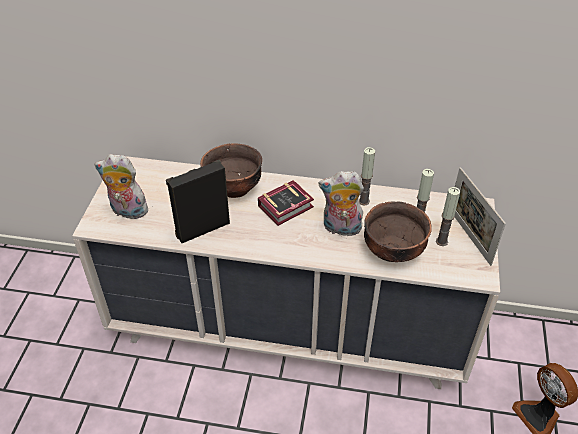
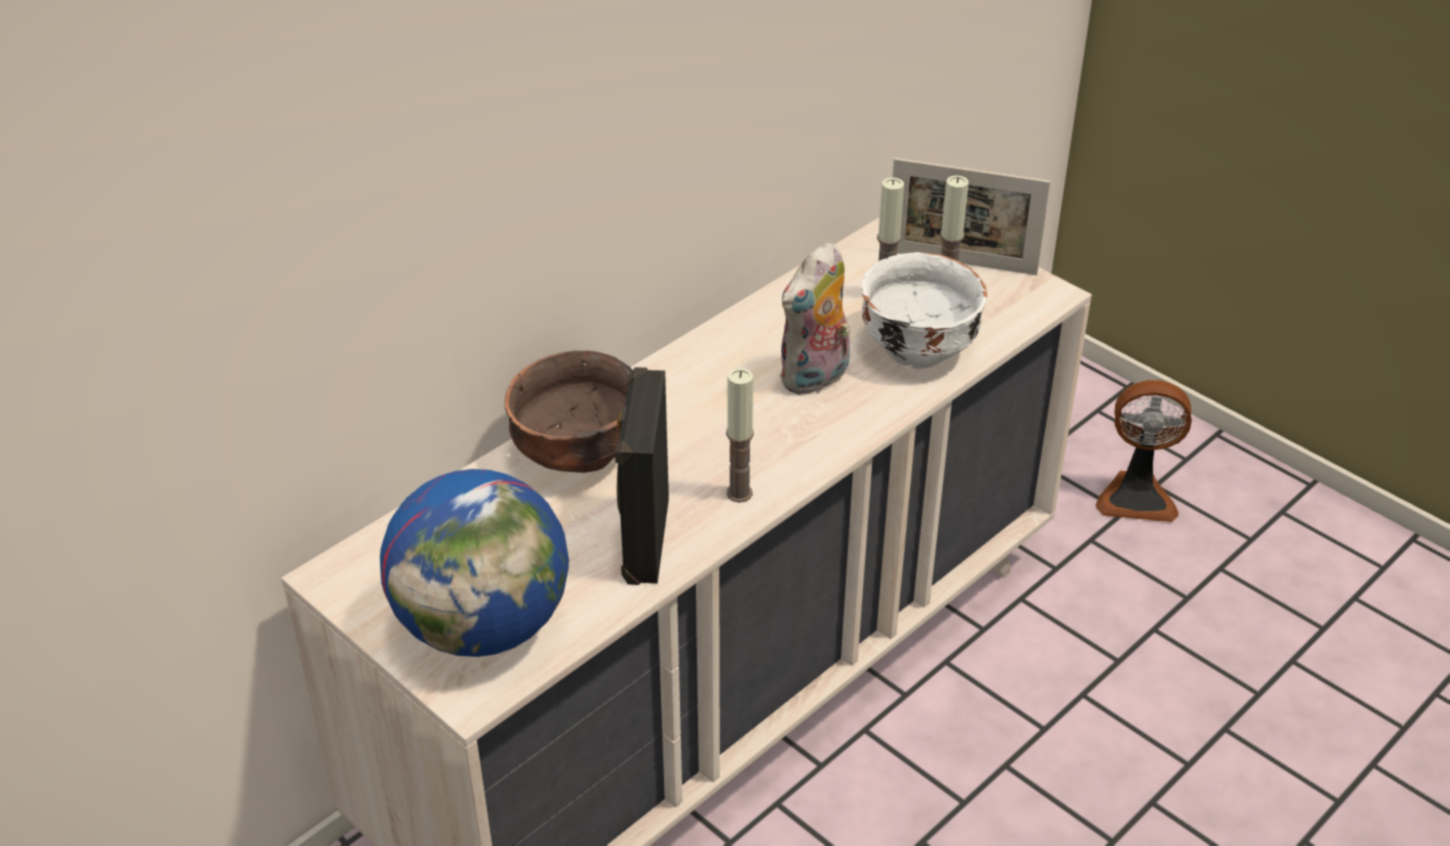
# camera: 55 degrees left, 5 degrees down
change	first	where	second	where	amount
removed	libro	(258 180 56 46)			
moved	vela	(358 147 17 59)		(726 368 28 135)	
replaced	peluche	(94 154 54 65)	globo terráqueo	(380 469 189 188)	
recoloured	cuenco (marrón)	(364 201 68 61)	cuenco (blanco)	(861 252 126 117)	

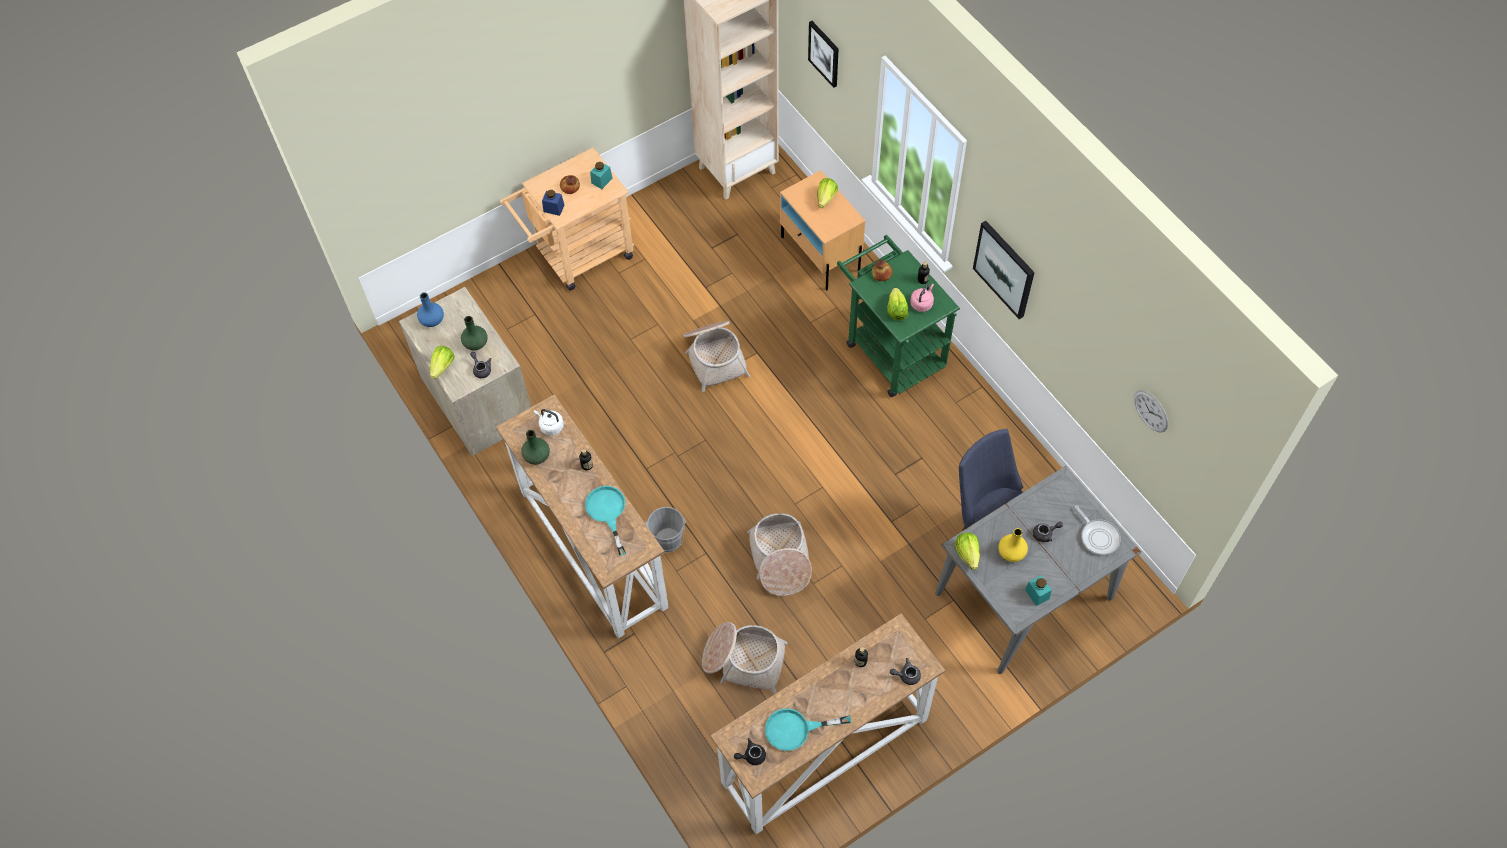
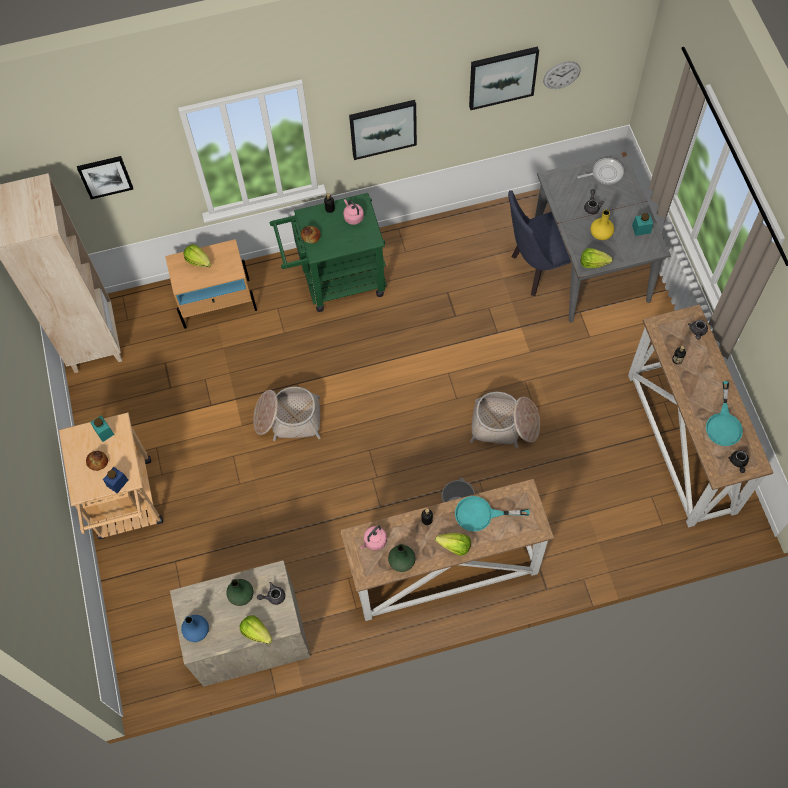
# camera: 70 degrees left, 5 degrees up
change	first	where	second	where	amount
removed	cesta	(702 622 86 72)			
added			cuadro	(469 46 70 64)	
moved	lechuga	(887 288 21 32)		(435 533 36 23)	
recoloured	hervidor (blanco)	(534 409 30 27)	hervidor (rosa)	(360 526 27 24)	

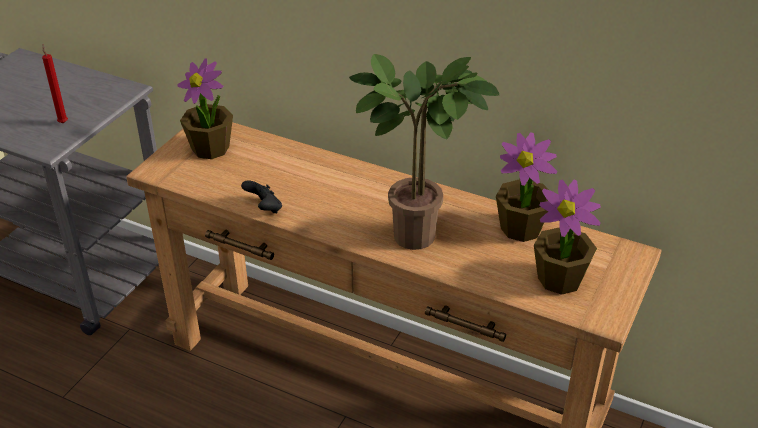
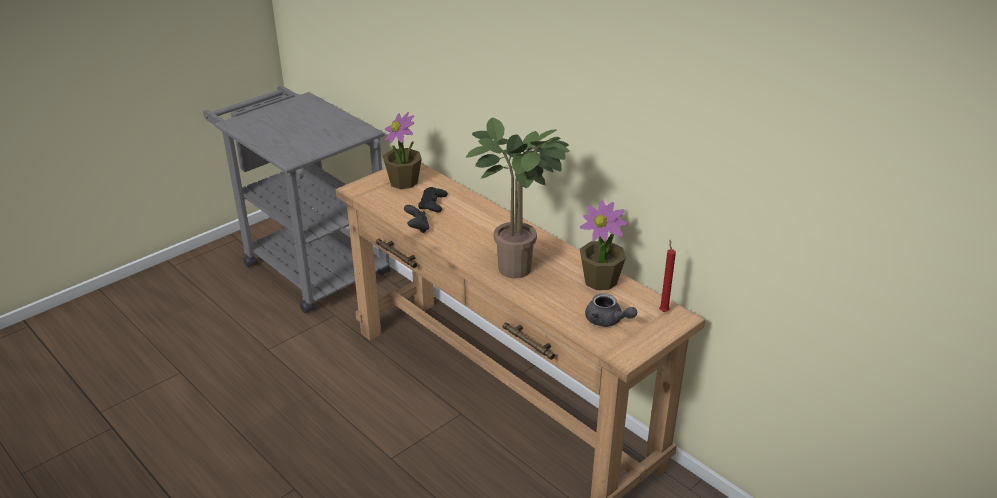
# camera: 20 degrees right, 5 degrees down
change	first	where	second	where	amount
added			mando de consola (negro)	(418 187 30 25)	
moved	vela (rojo)	(42 45 26 78)		(659 240 17 72)	
replaced	planta en maceta	(534 180 67 115)	tetera (gris)	(585 293 52 34)	

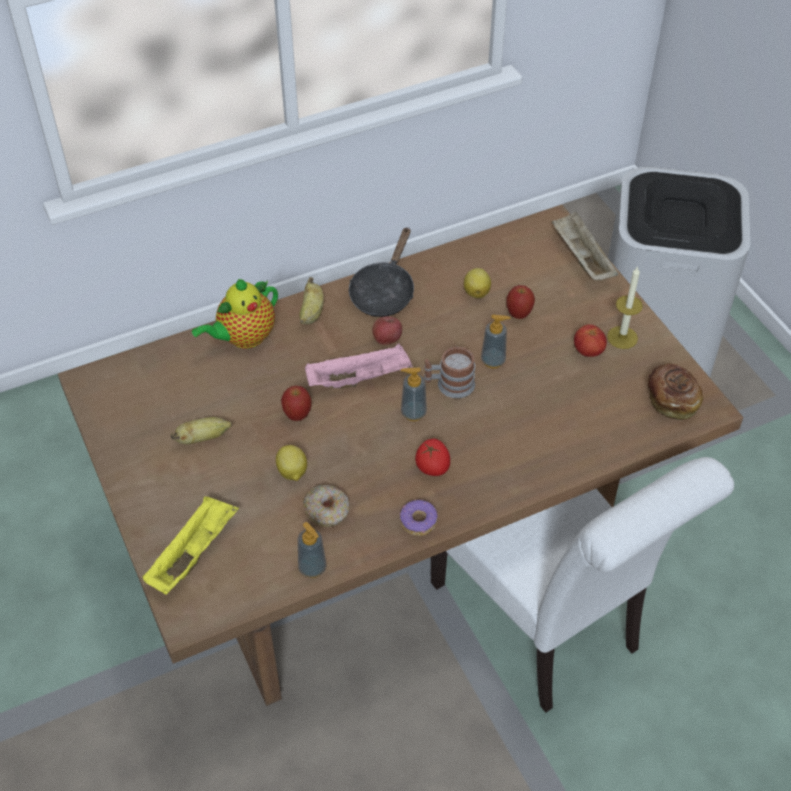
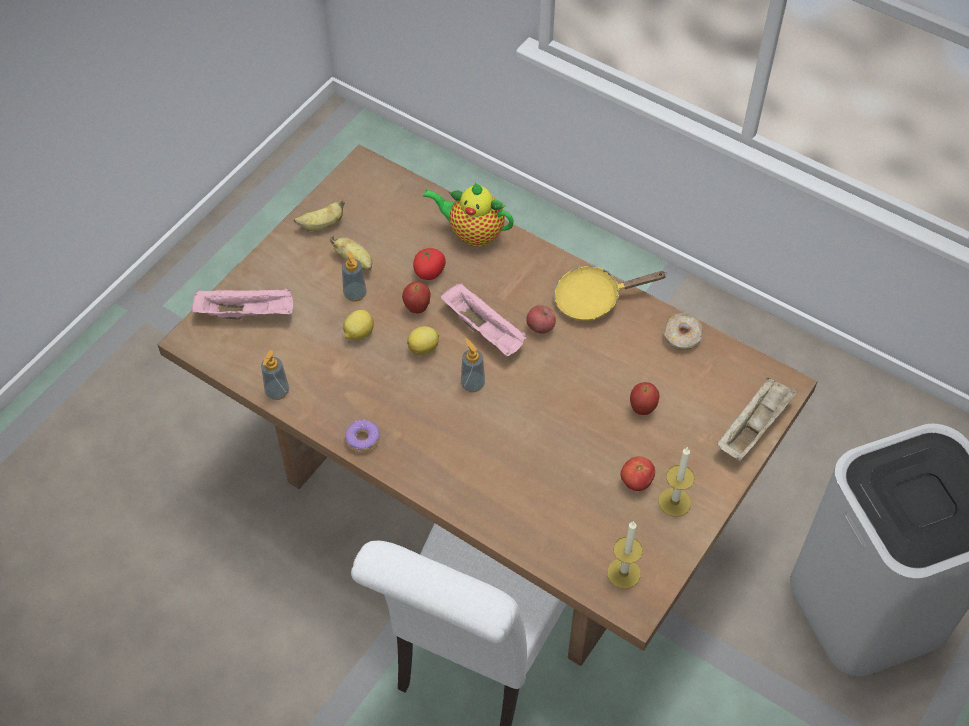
# camera: 60 degrees right, 5 degrees up
change	first	where	second	where	amount
removed	taza grande	(424 347 51 51)			
moved	plátano	(299 277 25 47)		(294 200 51 31)	
moved	rosquilla	(303 485 47 42)		(664 313 39 37)	
moved	tomate	(415 439 35 37)		(413 248 33 32)	
moved	limón	(464 268 27 30)		(407 326 32 29)	
moved	dispensador de jabón	(481 314 30 54)		(342 251 25 51)	
replaced	pan	(648 364 55 56)	vela	(607 521 36 68)	
recoloured	bandeja (amarillo)	(143 496 96 99)	bandeja (rosa)	(191 287 102 32)	
recoloured	sartén (negro)	(349 227 65 90)	sartén (amarillo)	(554 266 112 55)	

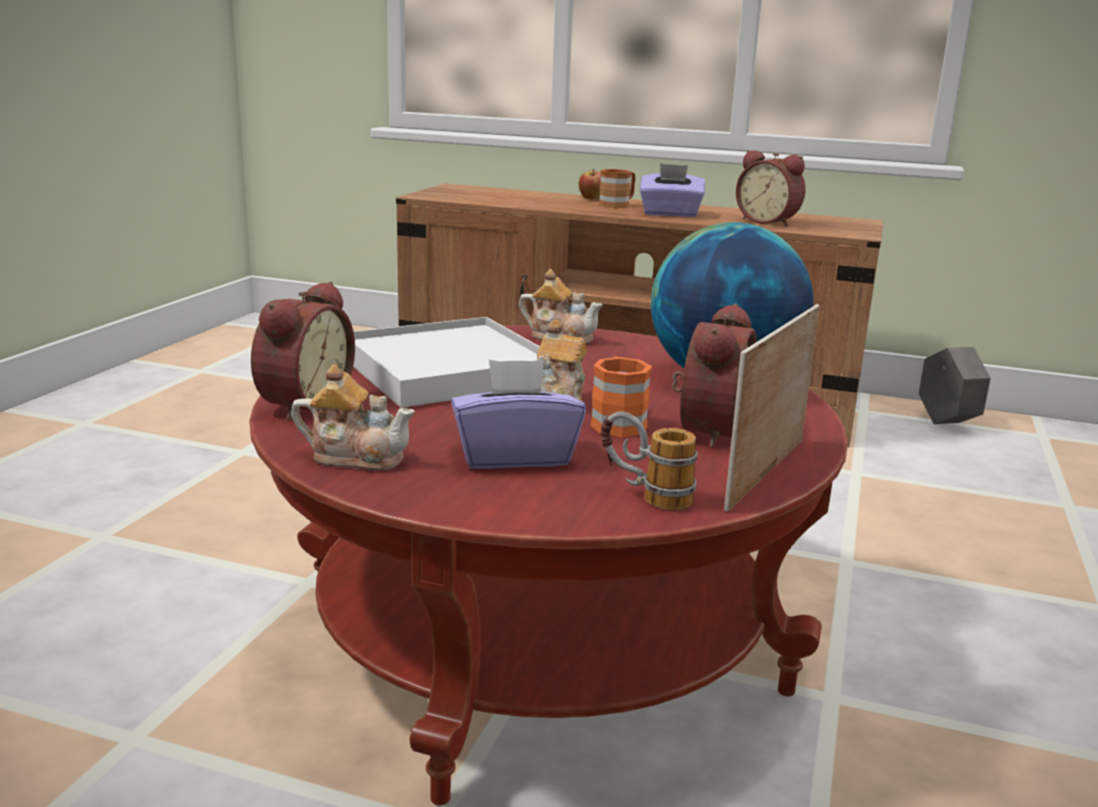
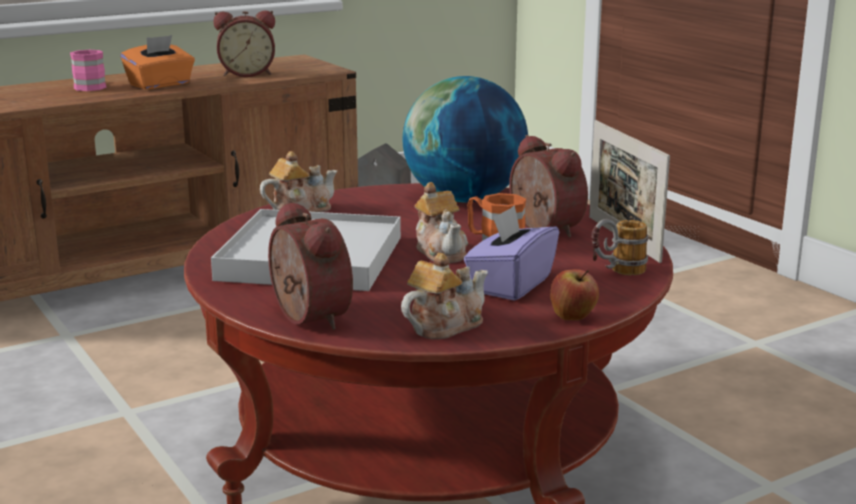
# camera: 50 degrees left, 0 degrees up
change	first	where	second	where	amount
moved	manzana	(579 169 22 31)		(550 269 49 51)	
recoloured	taza grande (marrón)	(599 169 37 39)	taza grande (rosa)	(70 50 37 41)	
recoloured	caja de pañuelos (morado)	(640 163 65 54)	caja de pañuelos (naranja)	(121 35 74 55)	

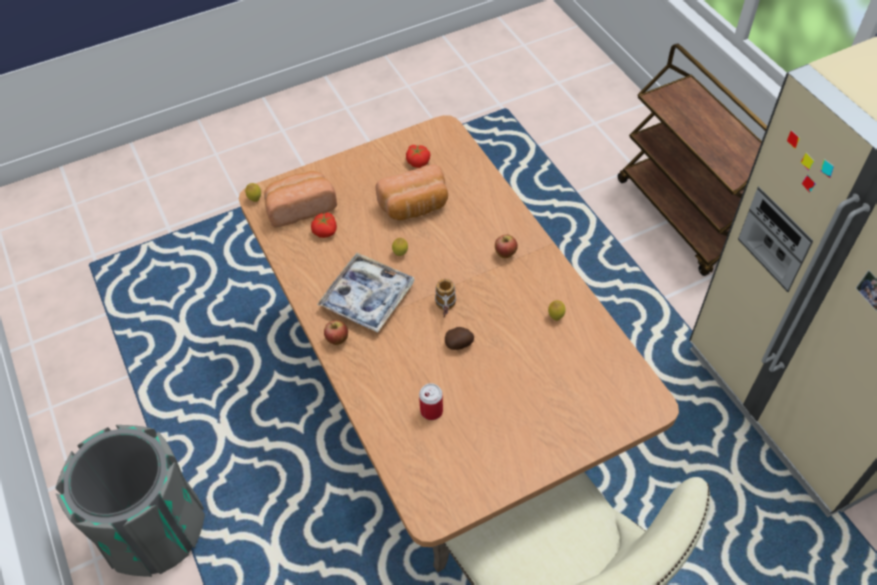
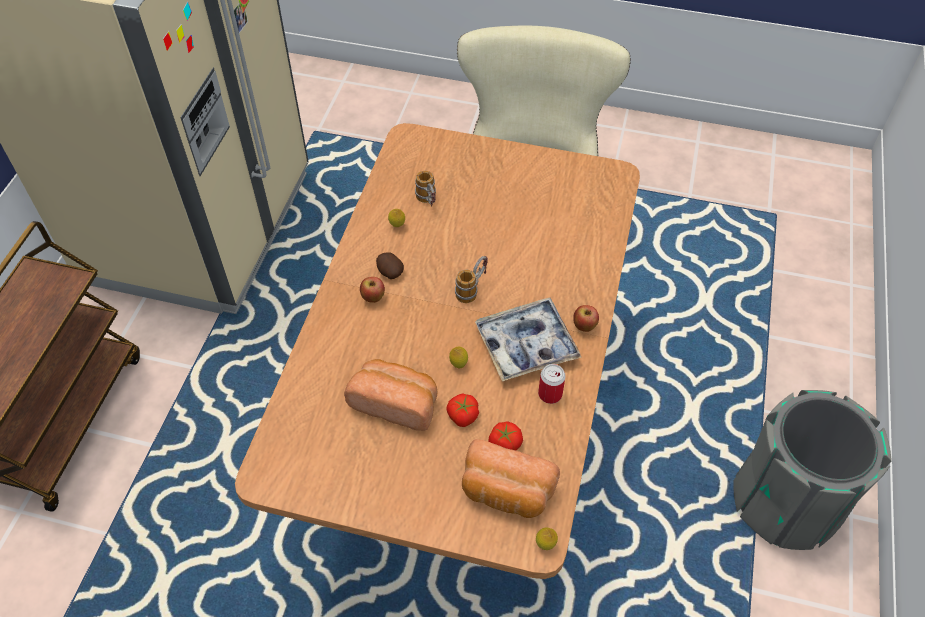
# camera: 140 degrees left, 0 degrees up
change	first	where	second	where	amount
added			taza grande	(415 171 21 36)	
moved	tomate	(406 145 24 23)		(447 393 32 34)	
moved	lata	(419 383 24 37)		(538 364 28 40)	
moved	patata	(445 327 29 23)		(376 252 28 27)	

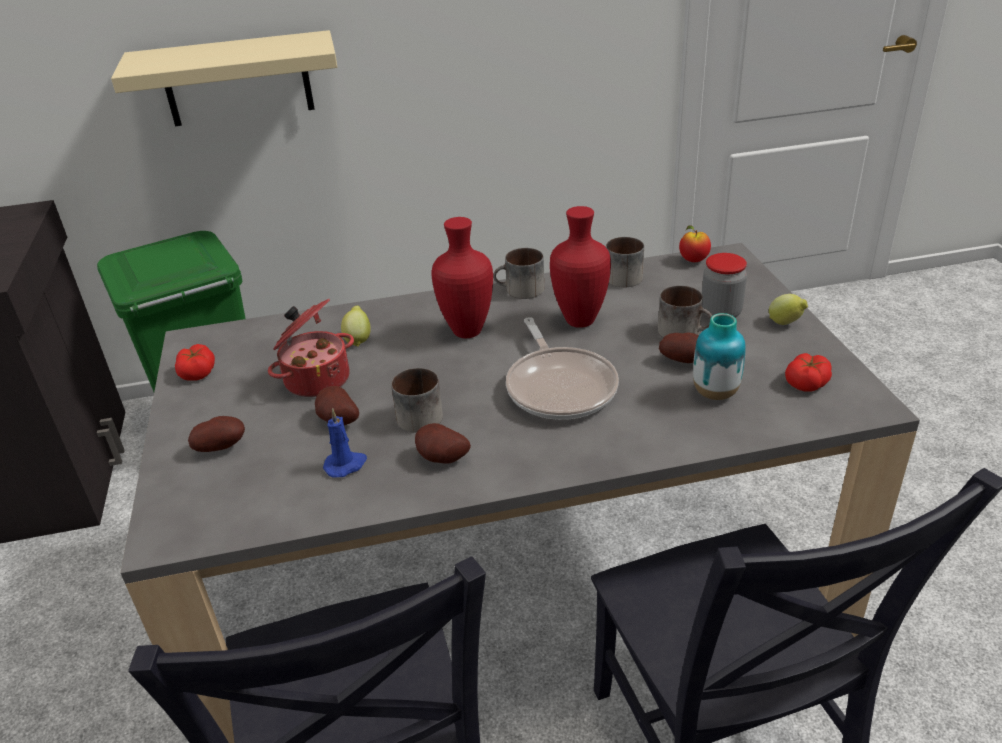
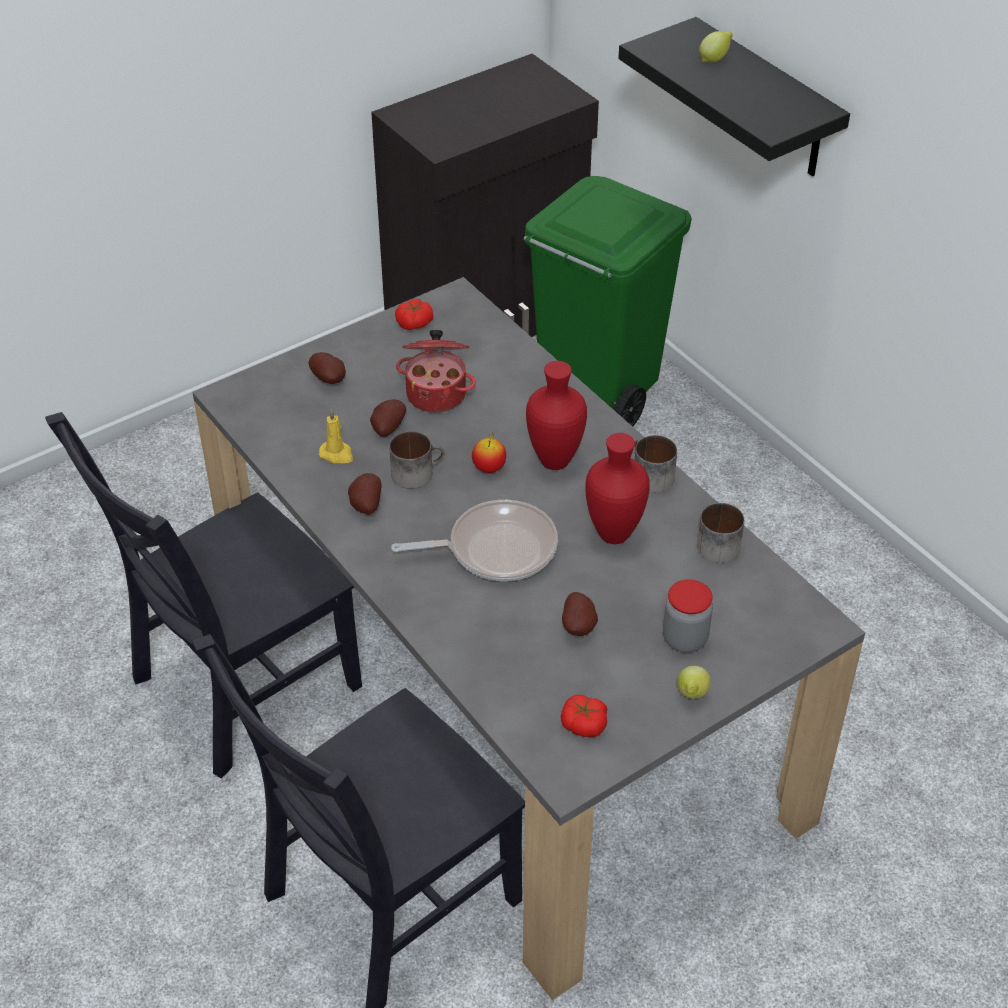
# camera: 65 degrees right, 10 degrees up
change	first	where	second	where	amount
removed	taza grande	(658 286 55 52)			
removed	florero	(693 313 53 87)			
moved	limón	(341 306 30 41)		(699 31 34 32)	
moved	manzana	(679 225 32 37)		(472 434 34 39)	
recoloured	estante (beis)	(111 30 226 96)	estante (negro)	(618 17 232 160)	
recoloured	vela (azul)	(323 408 44 70)	vela (amarillo)	(319 409 34 54)	
turned	sartén	(506 317 113 103)		(391 500 167 81)	150 degrees counterclockwise

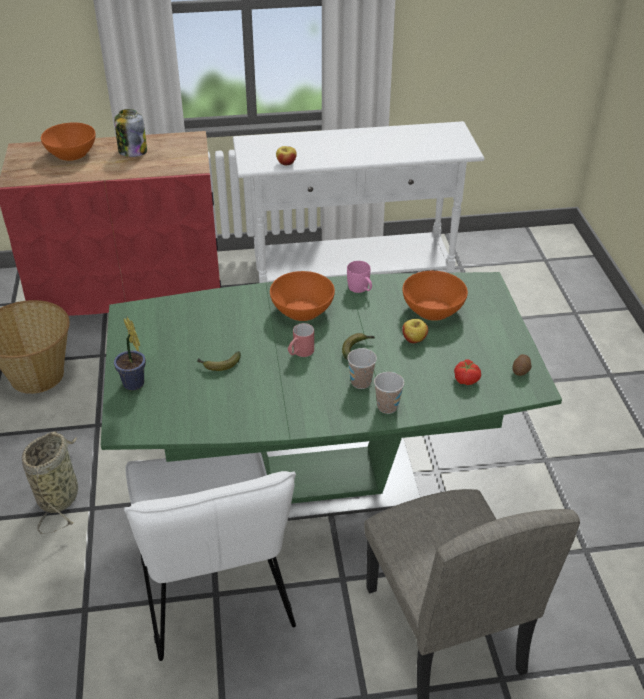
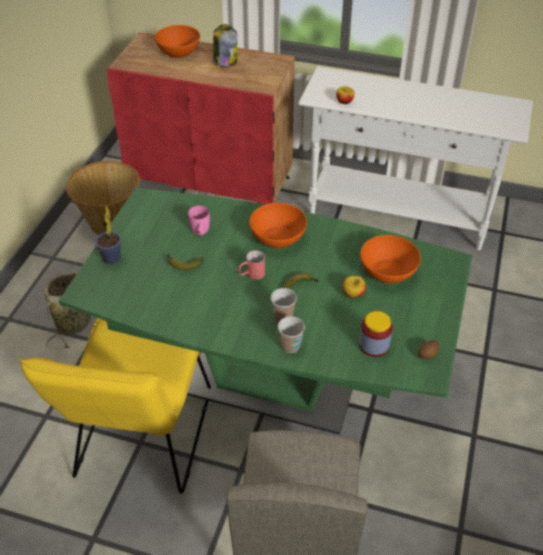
# camera: 25 degrees right, 5 degrees up
change	first	where	second	where	amount
moved	taza grande (rosa)	(347 261 25 32)		(188 206 22 29)	
replaced	tomate	(454 359 27 26)	tarro	(359 311 34 46)	
recoloured	silla (blanco)	(124 452 172 209)	silla (amarillo)	(20 318 191 176)	

